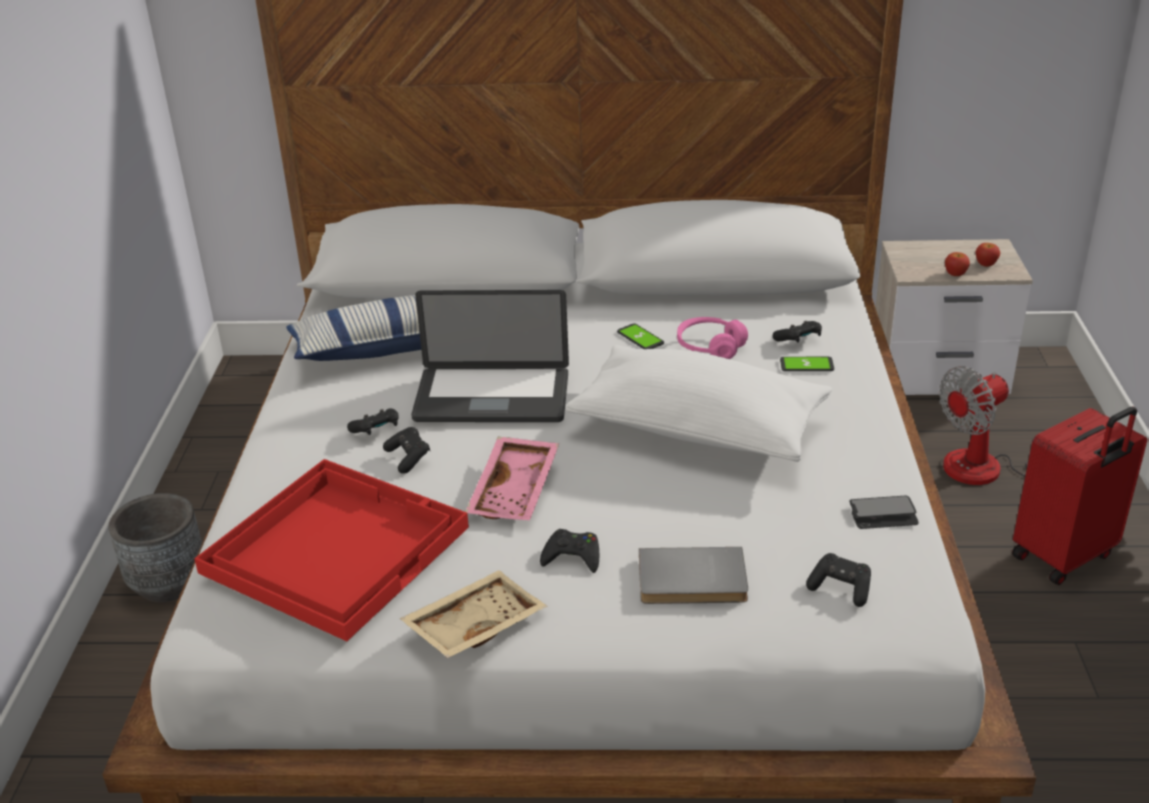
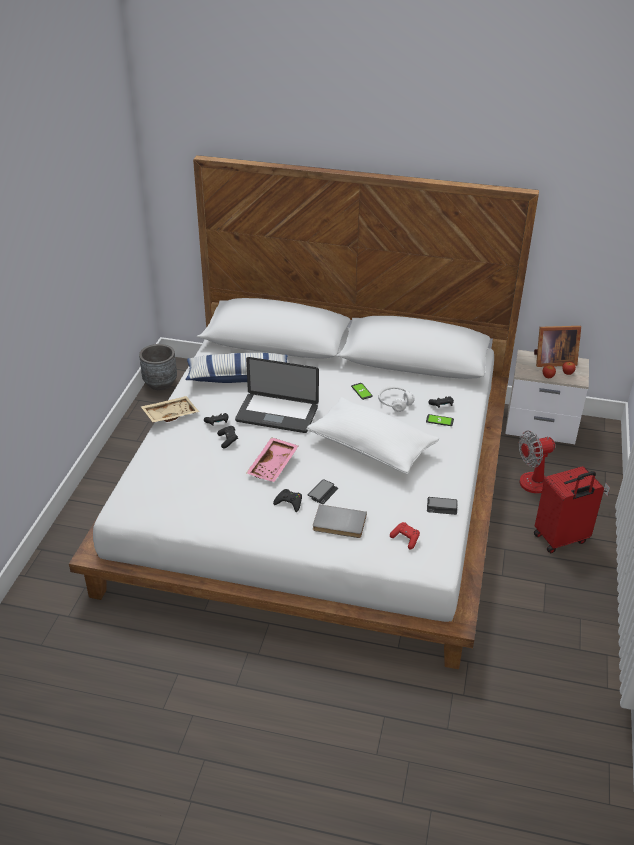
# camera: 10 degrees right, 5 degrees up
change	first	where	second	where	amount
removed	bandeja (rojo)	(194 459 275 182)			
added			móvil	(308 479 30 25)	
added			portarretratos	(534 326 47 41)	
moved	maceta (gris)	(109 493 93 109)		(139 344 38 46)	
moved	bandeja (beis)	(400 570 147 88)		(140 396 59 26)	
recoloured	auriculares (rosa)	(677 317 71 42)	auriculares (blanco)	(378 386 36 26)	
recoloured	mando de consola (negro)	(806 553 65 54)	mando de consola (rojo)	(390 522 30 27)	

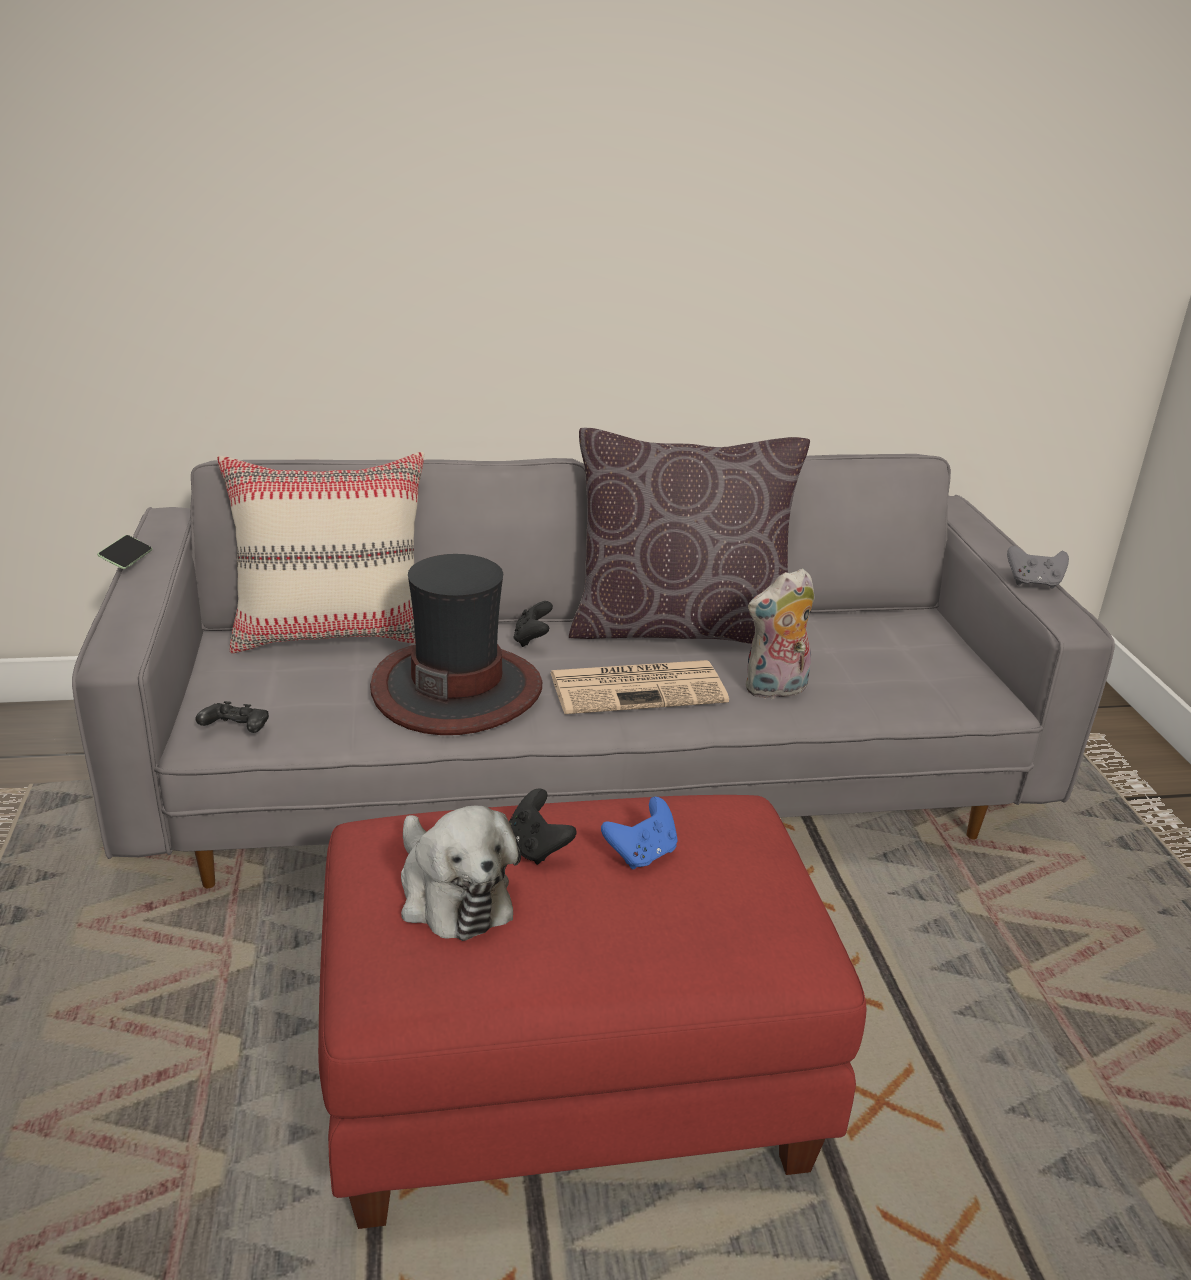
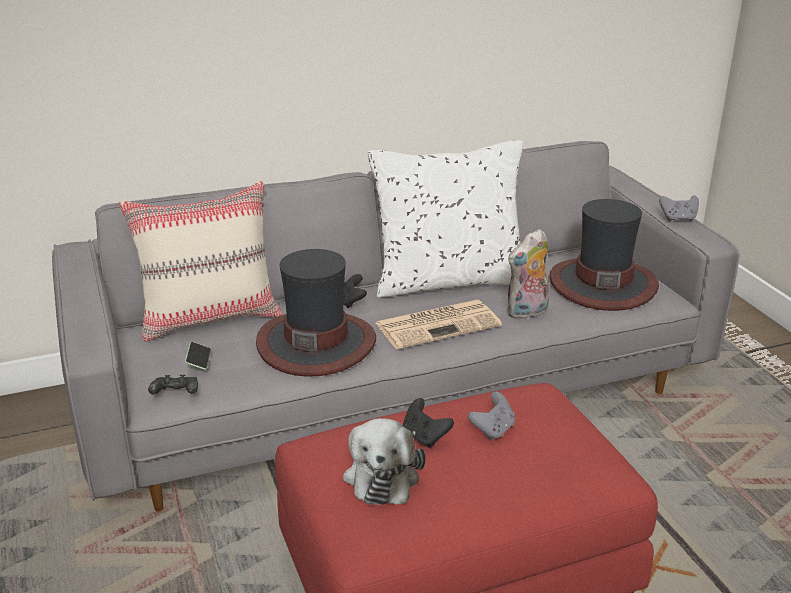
# camera: 10 degrees left, 0 degrees up
change	first	where	second	where	amount
added			sombrero	(549 199 110 112)	
moved	móvil	(97 535 55 34)		(185 342 26 28)	
recoloured	cojín (marrón)	(569 428 241 216)	cojín (blanco)	(368 140 155 158)	
recoloured	mando de consola (azul)	(601 797 77 72)	mando de consola (gris)	(468 392 47 49)	
turned	peluche	(401 805 120 136)		(343 418 83 87)	45 degrees clockwise

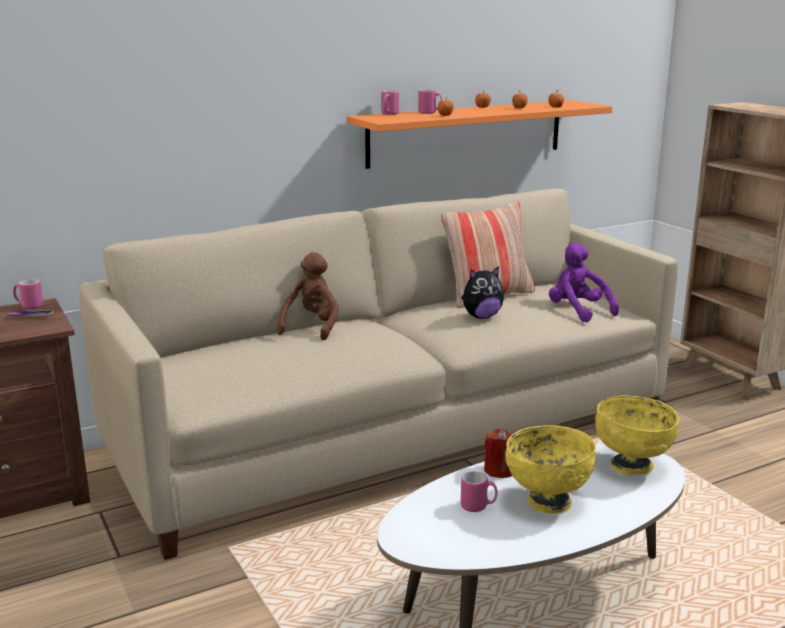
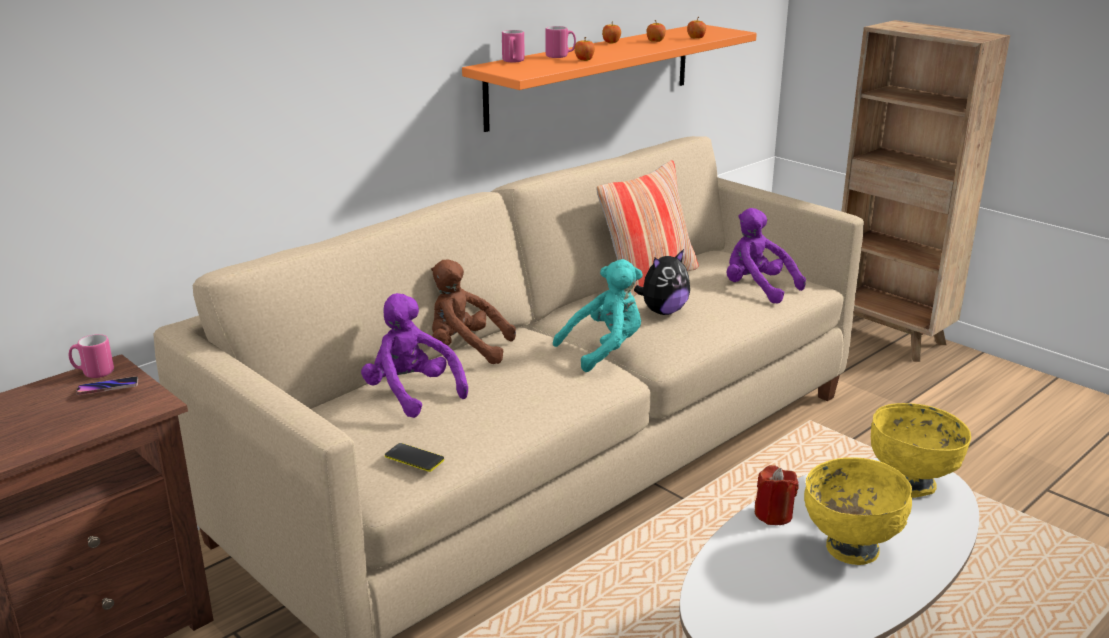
# camera: 15 degrees left, 5 degrees up
change	first	where	second	where	amount
removed	taza grande (rosa)	(461 471 37 41)			
added			peluche (morado)	(361 293 107 125)	
added			móvil	(385 443 59 29)	
added			peluche (turquesa)	(553 259 90 113)	
turned	peluche (marrón)	(277 252 62 88)		(431 260 85 104)	75 degrees counterclockwise

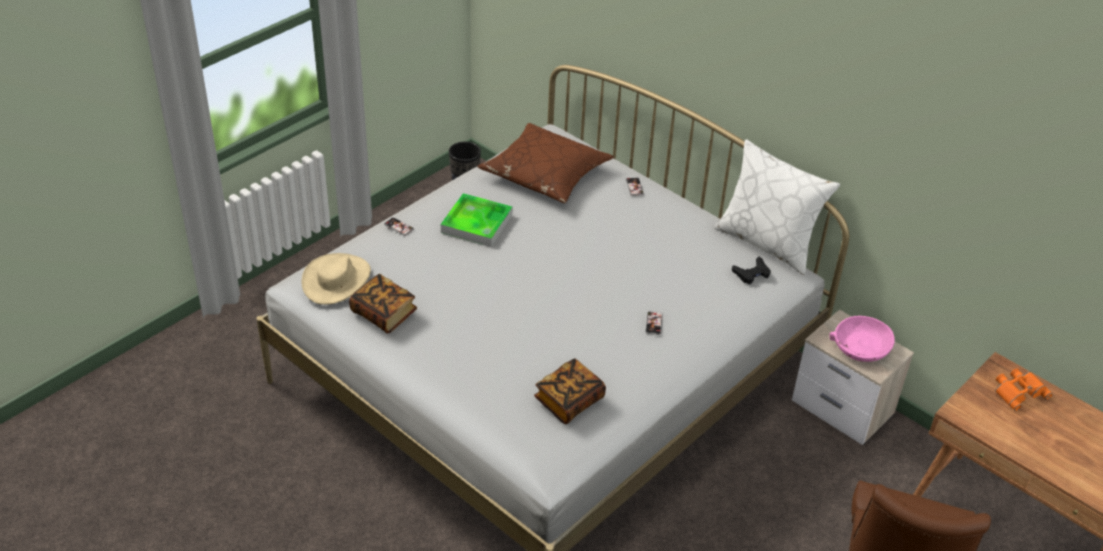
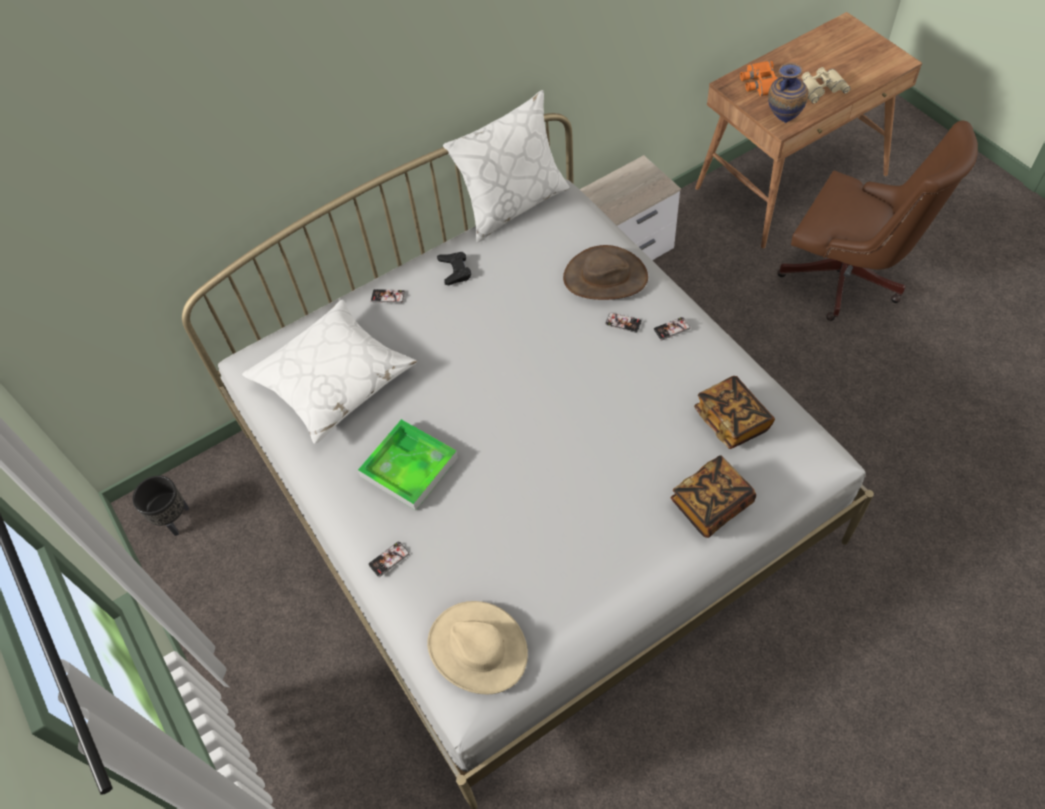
# camera: 70 degrees left, 15 degrees up
change	first	where	second	where	amount
removed	cuenco (rosa)	(830 316 65 46)			
added			sombrero (marrón)	(563 245 85 55)	
added			móvil	(653 317 38 24)	
added			florero	(768 62 41 61)	
added			prismáticos (beis)	(802 67 49 36)	
moved	libro	(349 274 68 59)		(671 455 85 83)	
moved	mando de consola (negro)	(732 257 39 27)		(437 252 34 33)	
recoloured	cojín (marrón)	(478 123 136 80)	cojín (blanco)	(242 299 175 145)	

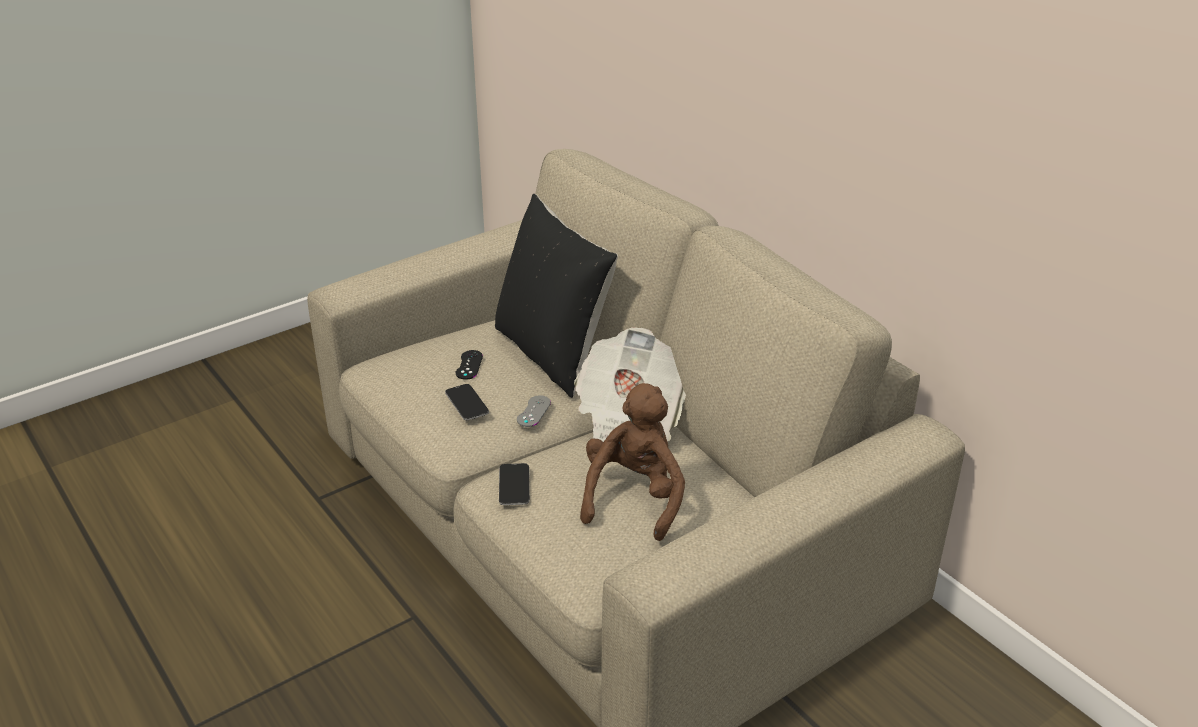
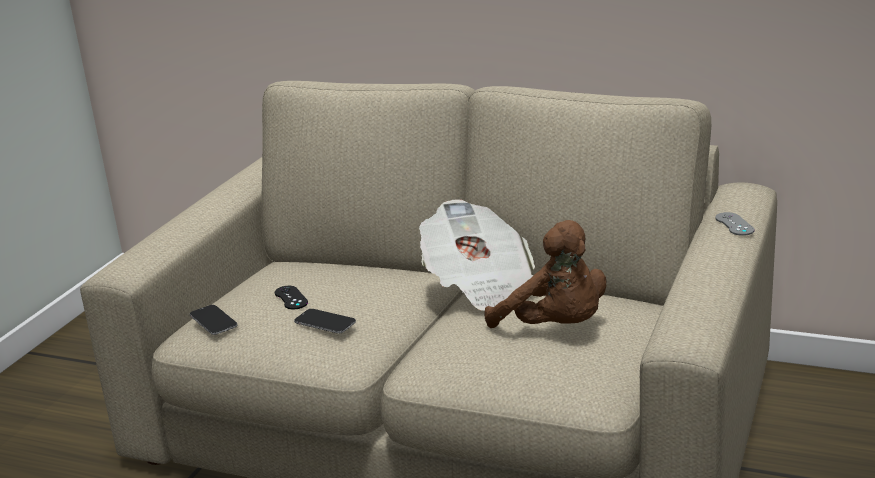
# camera: 30 degrees left, 10 degrees down
change	first	where	second	where	amount
removed	cojín (negro)	(495 194 123 204)			
moved	móvil	(499 463 31 42)		(190 305 48 30)	
moved	mando de consola (gris)	(517 395 34 32)		(715 212 39 24)	
turned	peluche (marrón)	(580 383 105 158)		(484 220 122 108)	150 degrees clockwise

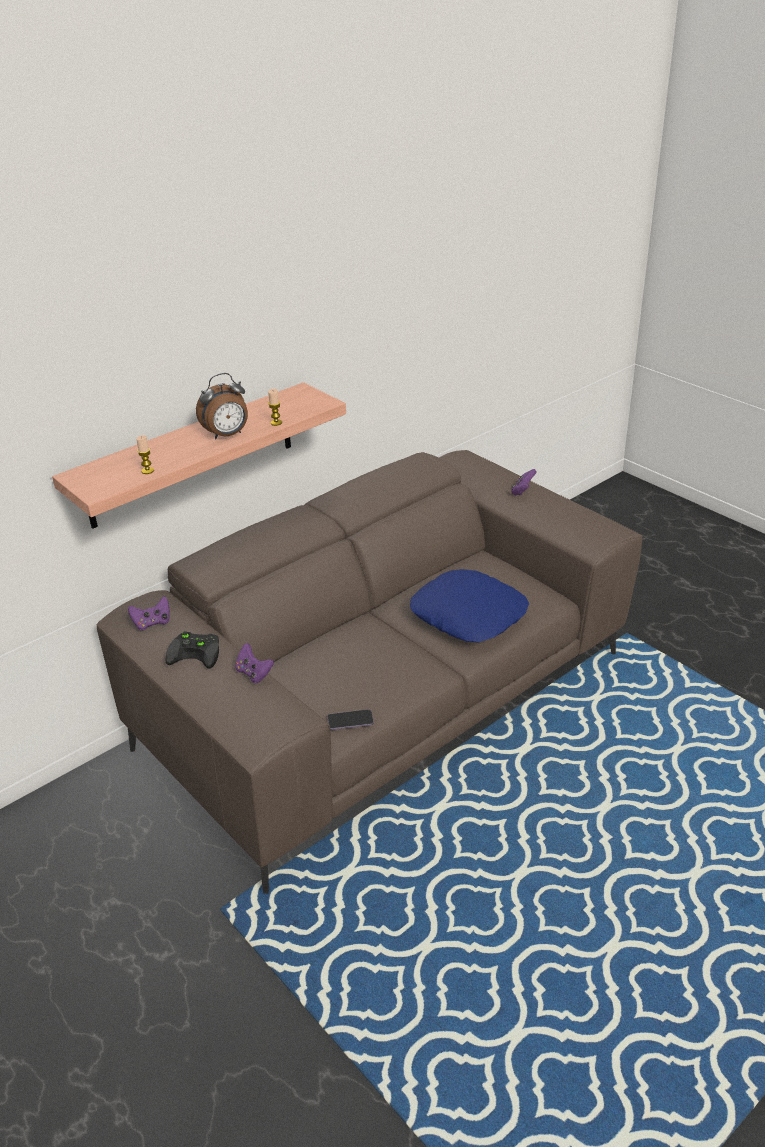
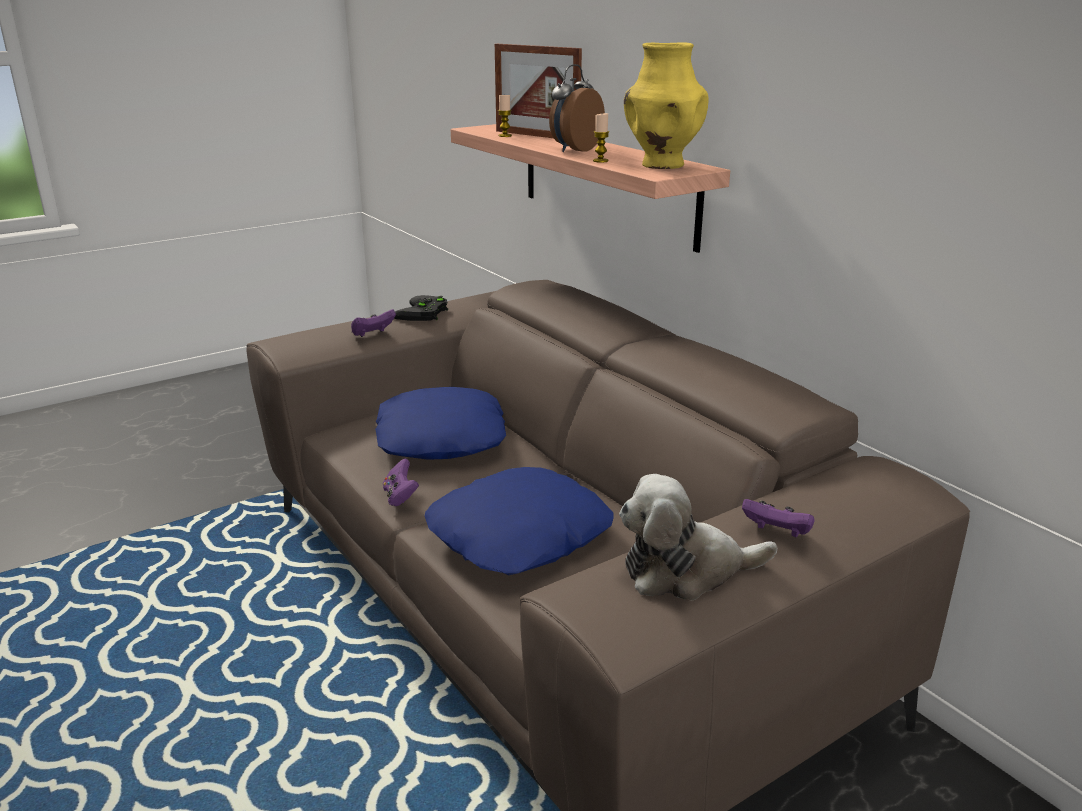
# camera: 95 degrees right, 10 degrees down
change	first	where	second	where	amount
removed	móvil	(328 709 45 21)			
added			cojín (azul)	(375 387 131 73)	
added			portarretratos	(495 44 87 94)	
added			peluche	(619 474 159 126)	
added			florero (amarillo)	(624 42 85 127)	
moved	mando de consola (morado)	(128 596 42 34)		(383 458 36 48)	
turned	despertador	(196 373 52 67)		(549 64 56 88)	60 degrees clockwise

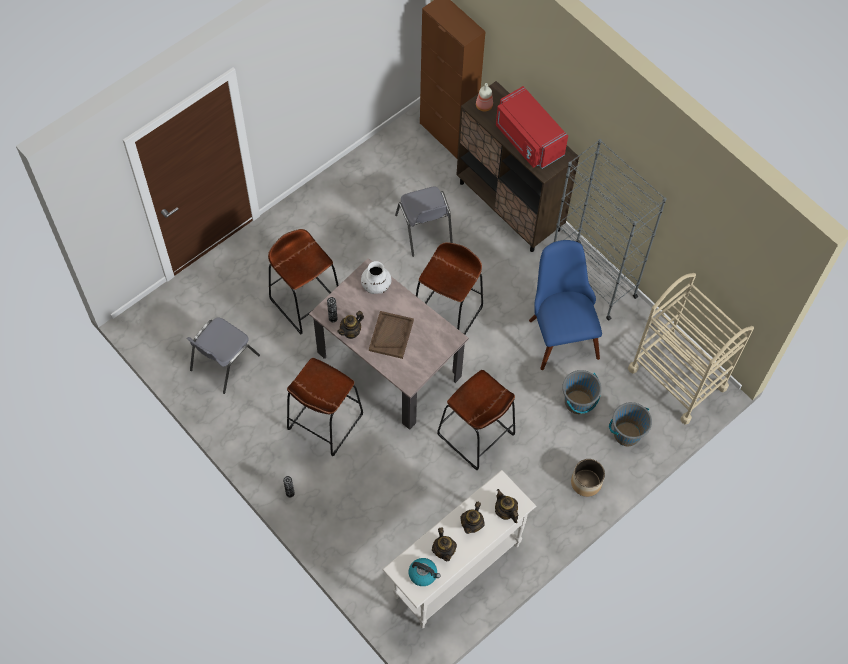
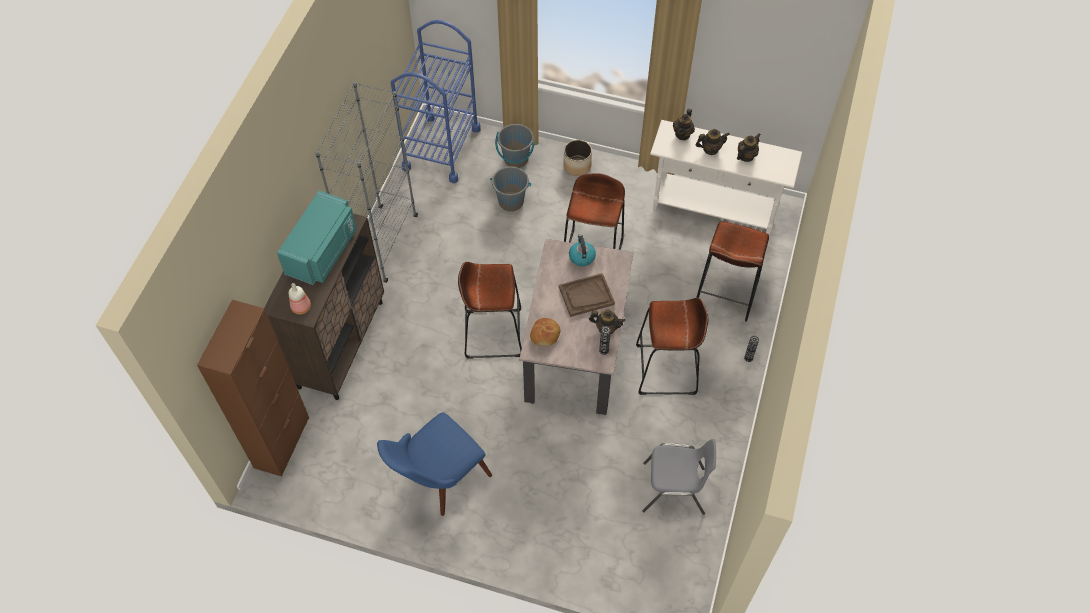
# camera: 120 degrees left, 5 degrees down
change	first	where	second	where	amount
removed	silla (gris)	(395 186 58 71)			
moved	taburete (marrón)	(268 229 71 106)		(696 221 73 101)	
moved	hervidor	(409 558 32 28)		(569 234 27 32)	
moved	silla (azul)	(529 240 73 130)		(377 412 115 104)	
replaced	florero (blanco)	(361 261 30 33)	pan	(530 318 30 28)	
recoloured	microondas (rojo)	(496 86 72 83)	microondas (turquesa)	(277 191 80 94)	
recoloured	carrito (beis)	(628 273 126 152)	carrito (azul)	(391 20 89 163)	

